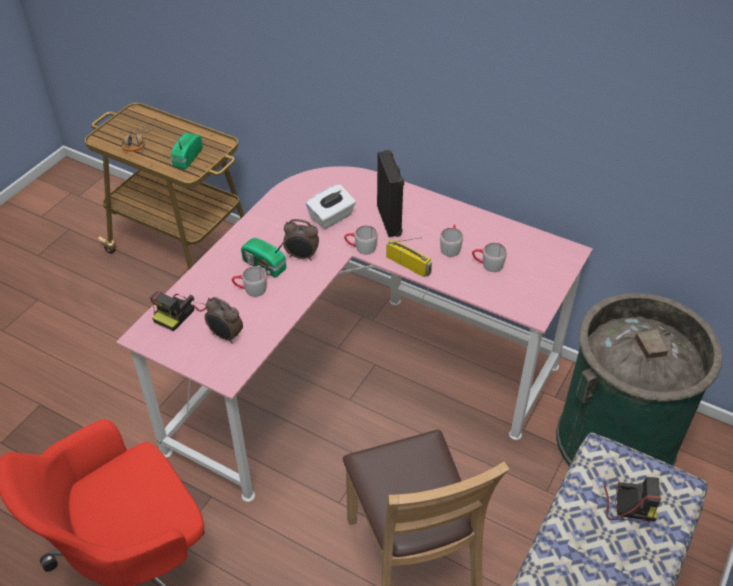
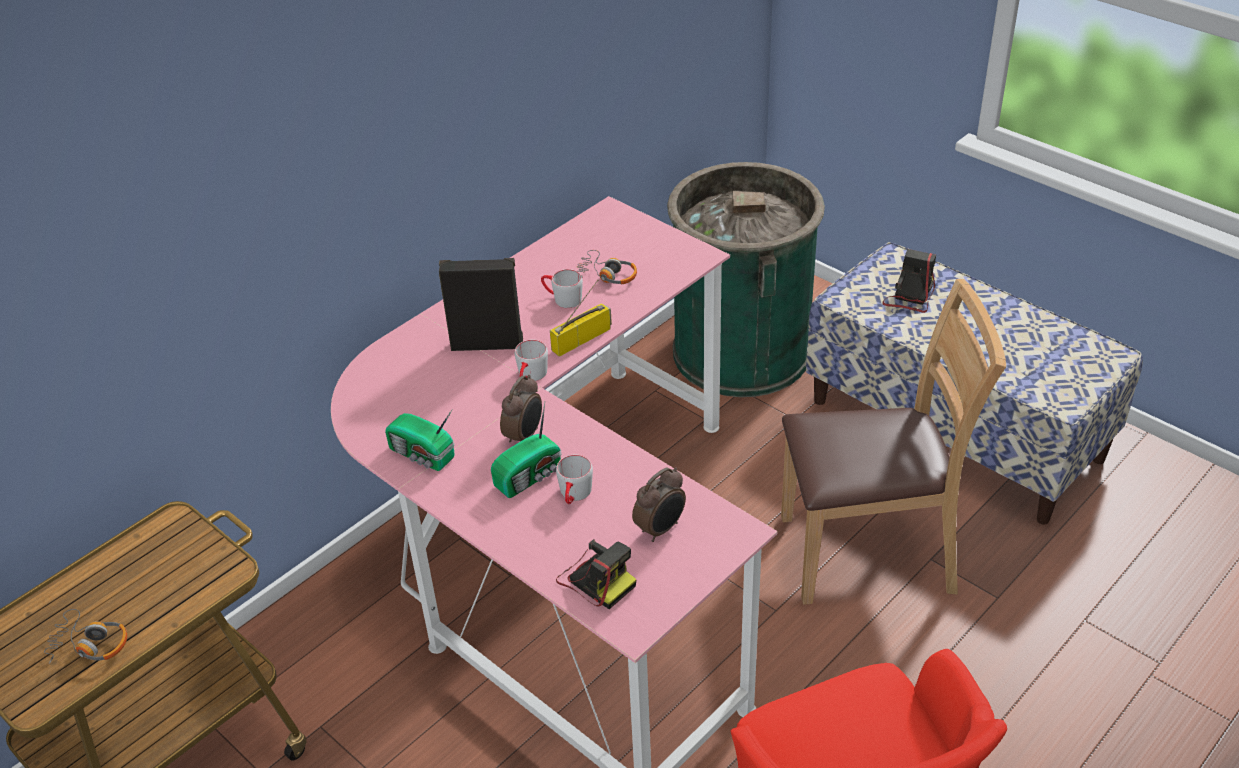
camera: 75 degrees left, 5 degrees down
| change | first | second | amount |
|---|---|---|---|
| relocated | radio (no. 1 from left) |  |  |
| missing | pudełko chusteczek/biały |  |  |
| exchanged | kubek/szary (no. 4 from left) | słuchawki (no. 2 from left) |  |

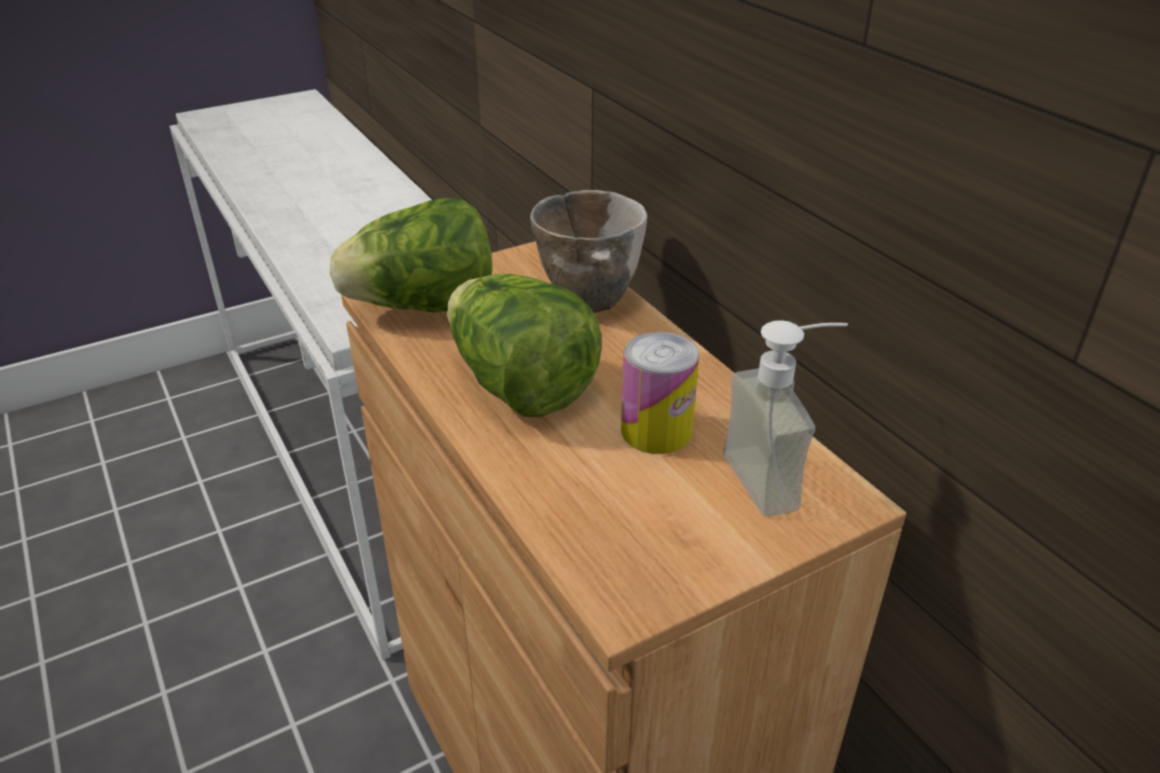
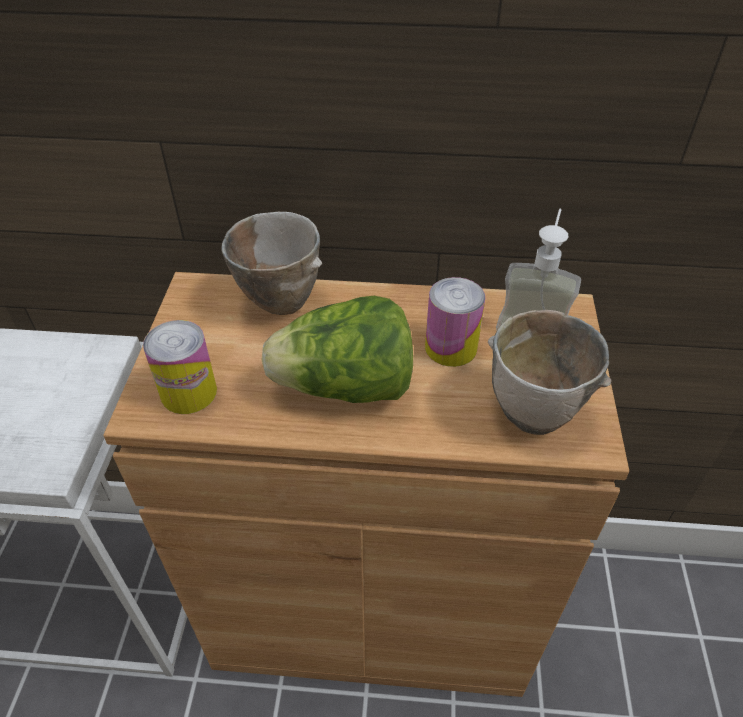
camera: 55 degrees left, 10 degrees up
| change | first | second | amount |
|---|---|---|---|
| exchanged | sałata (no. 1 from left) | puszka (no. 1 from left) |  |
| appeared |  | miska (no. 2 from left) |  |

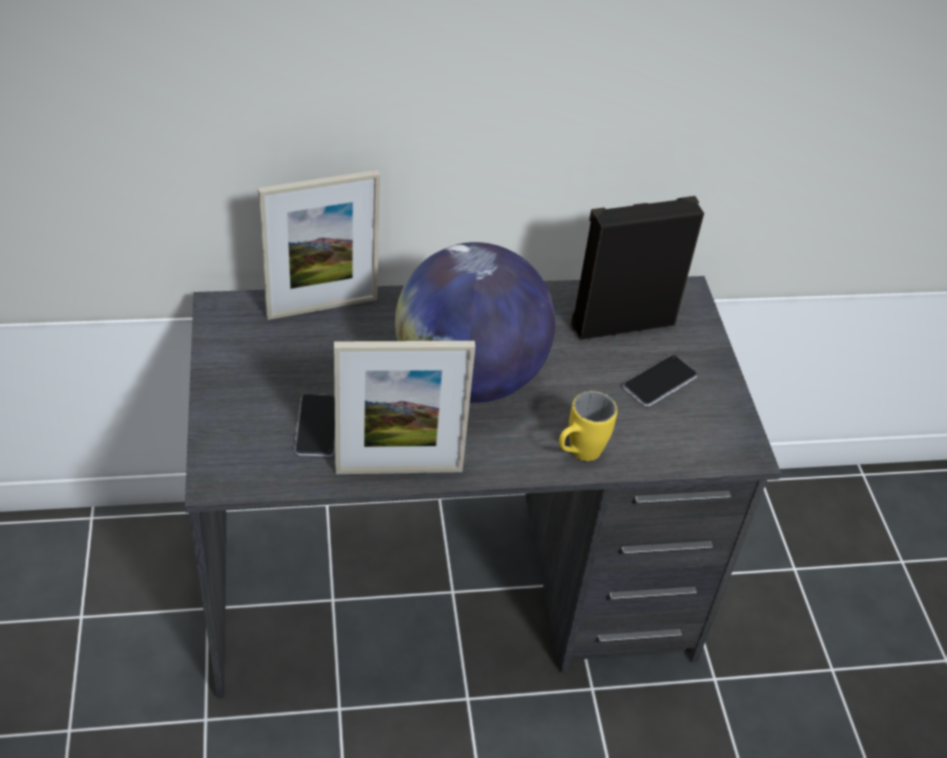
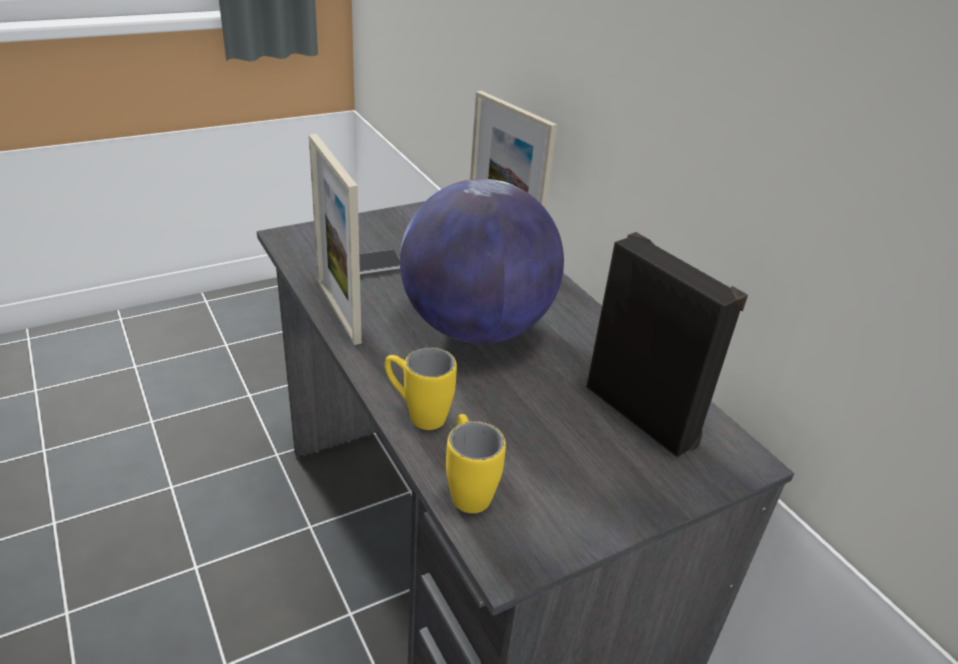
camera: 70 degrees right, 10 degrees down
| change | first | second | amount |
|---|---|---|---|
| missing | telefon (no. 2 from left) |  |  |
| appeared |  | kubek/żółty (no. 2 from left) |  |

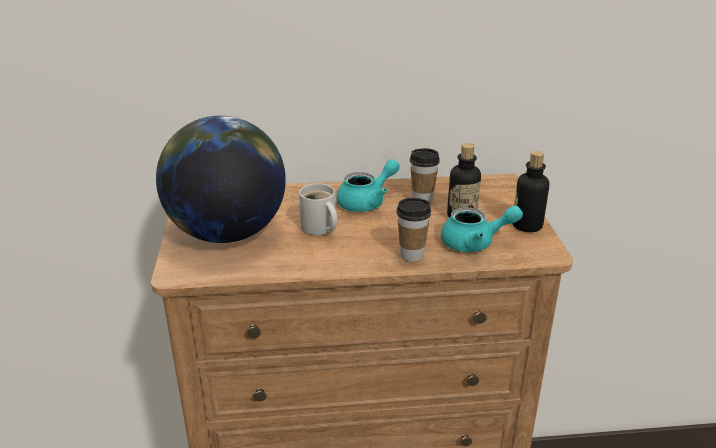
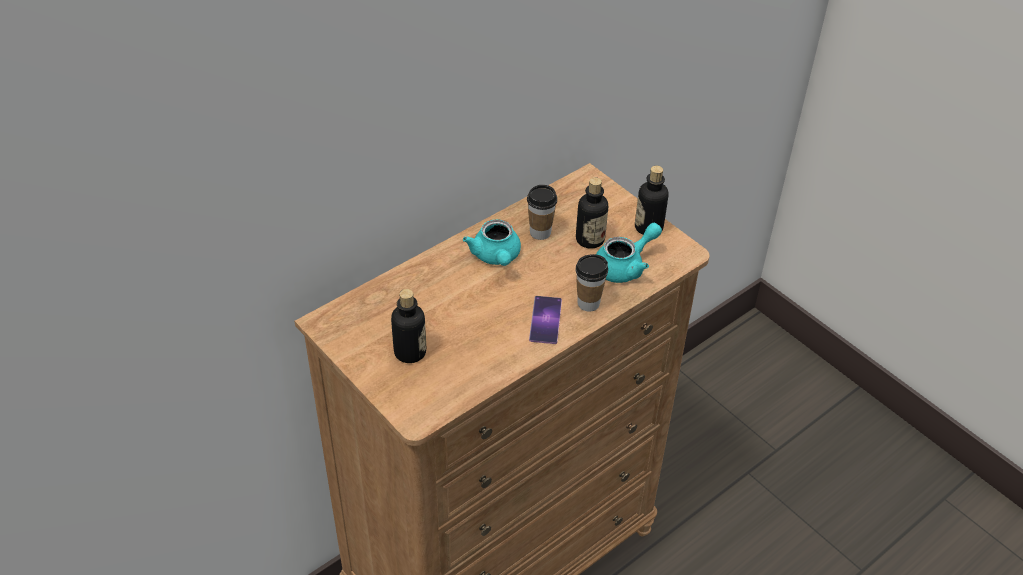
camera: 35 degrees left, 15 degrees up
| change | first | second | amount |
|---|---|---|---|
| exchanged | globus | butelka (no. 1 from left) |  |
| missing | kubek/biały |  |  |
| spun | imbryk/turkusowy (no. 1 from left) |  | 150 degrees clockwise |
| appeared |  | telefon |  |

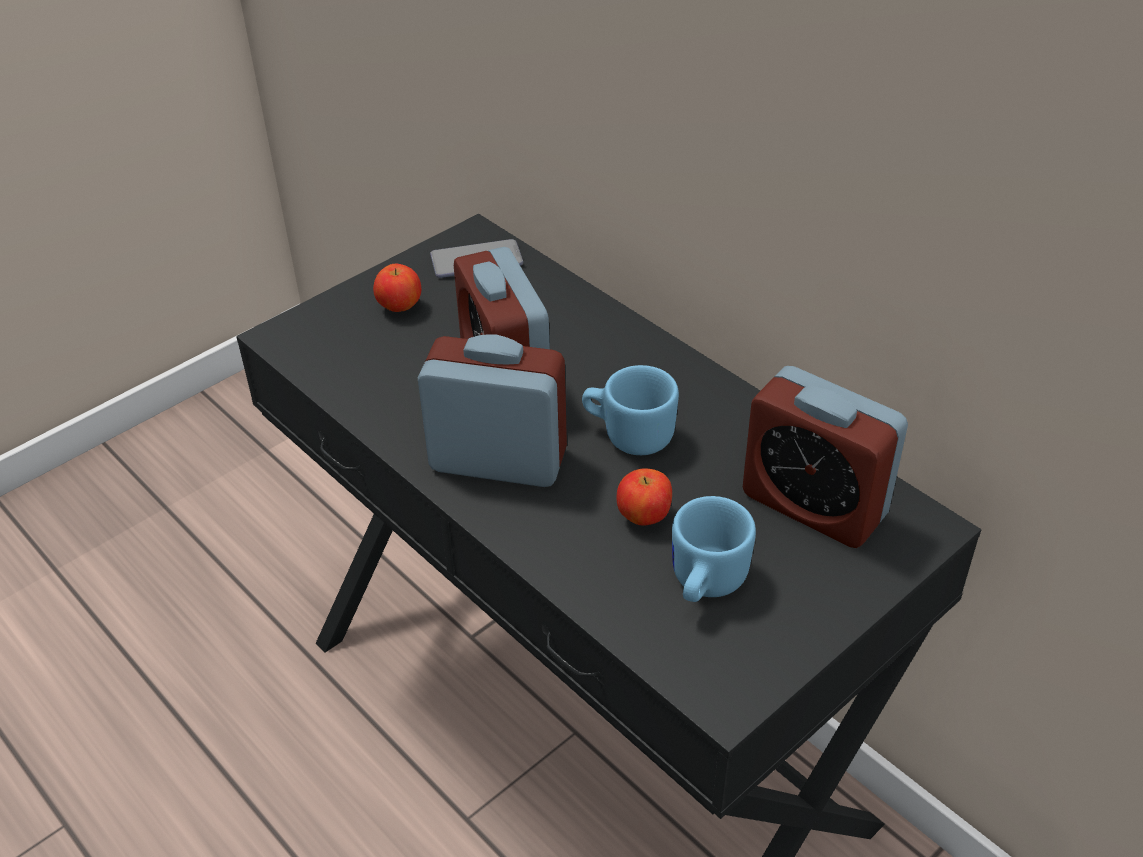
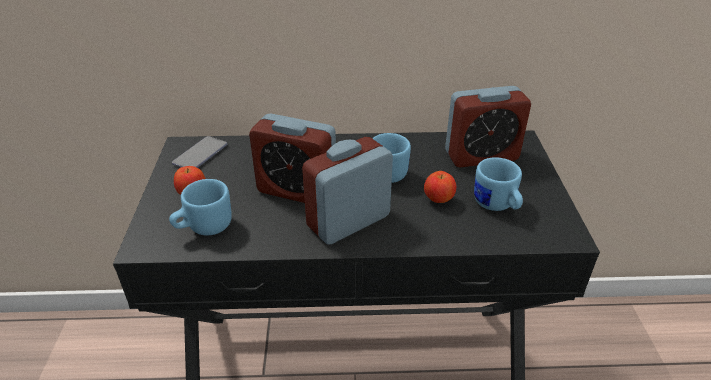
camera: 50 degrees left, 5 degrees down
| change | first | second | amount |
|---|---|---|---|
| appeared |  | kubek/niebieski (no. 1 from left) |  |

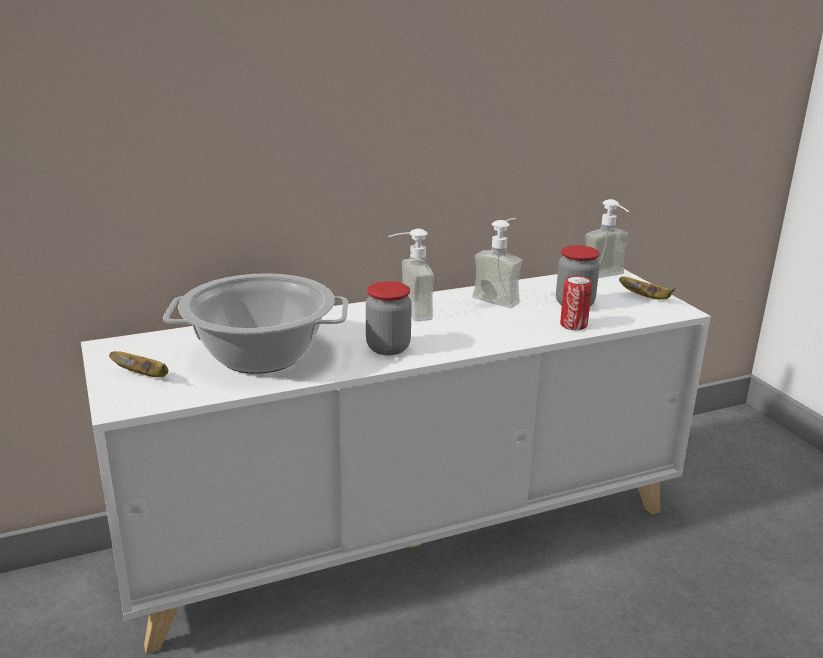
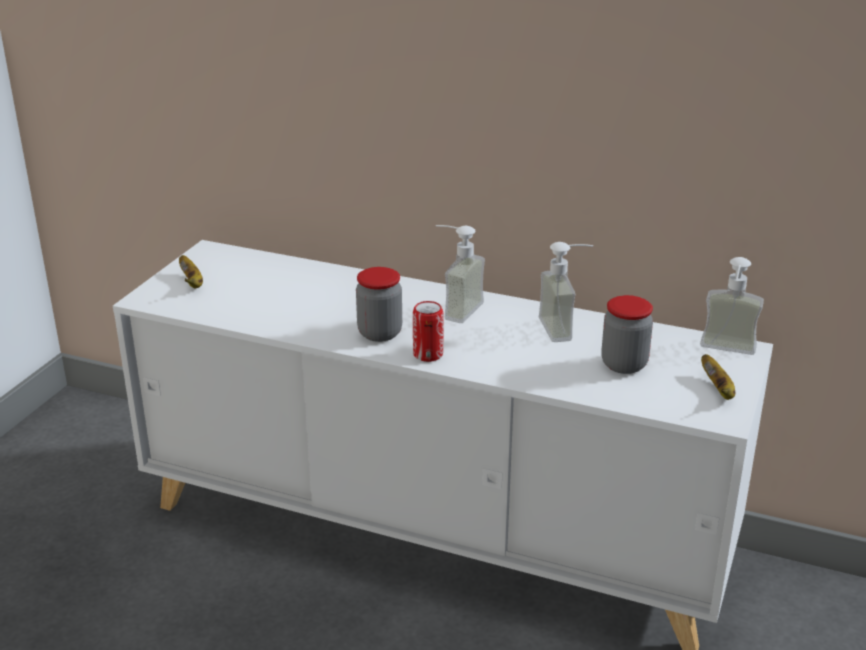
camera: 45 degrees right, 5 degrees up
| change | first | second | amount |
|---|---|---|---|
| missing | garnek |  |  |
| relocated | puszka |  |  |

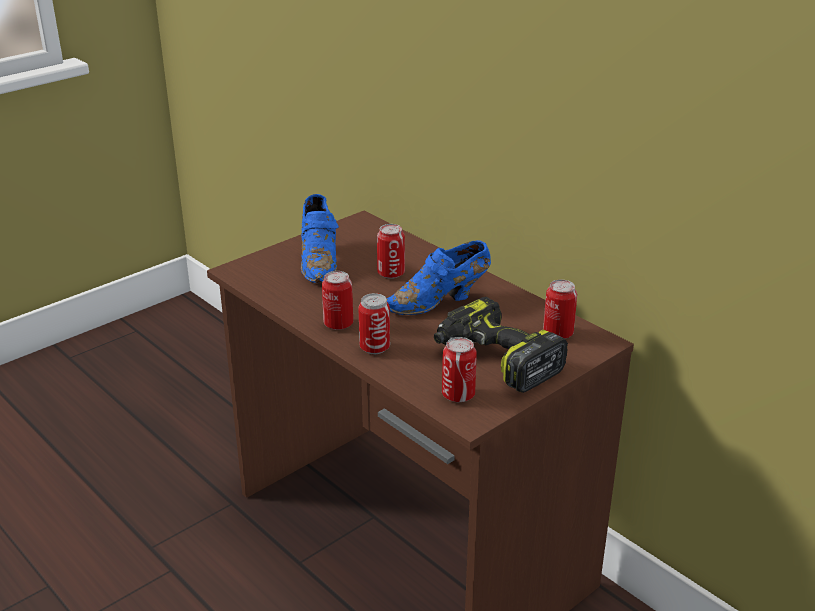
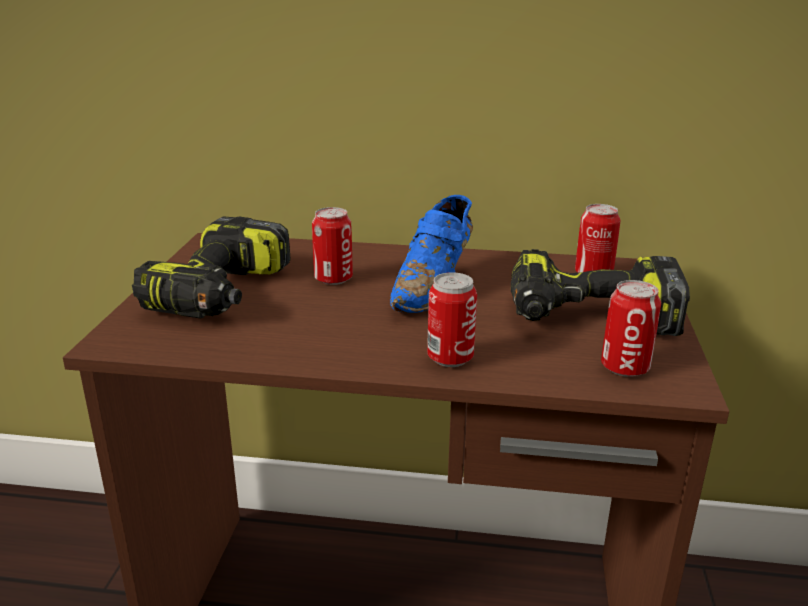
camera: 40 degrees left, 5 degrees down
| change | first | second | amount |
|---|---|---|---|
| exchanged | but/niebieski (no. 1 from left) | wiertarka (no. 1 from left) |  |
| missing | puszka (no. 1 from left) |  |  |

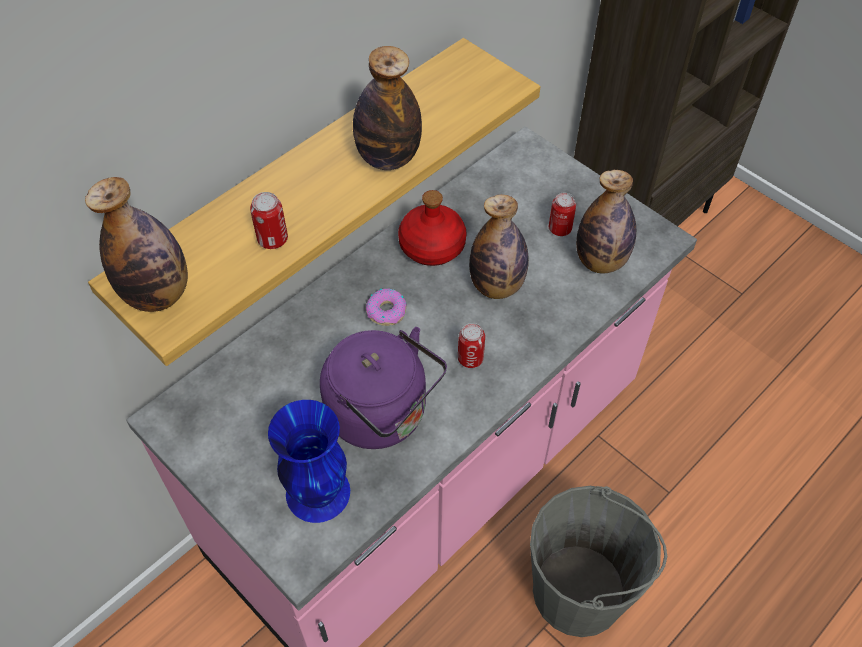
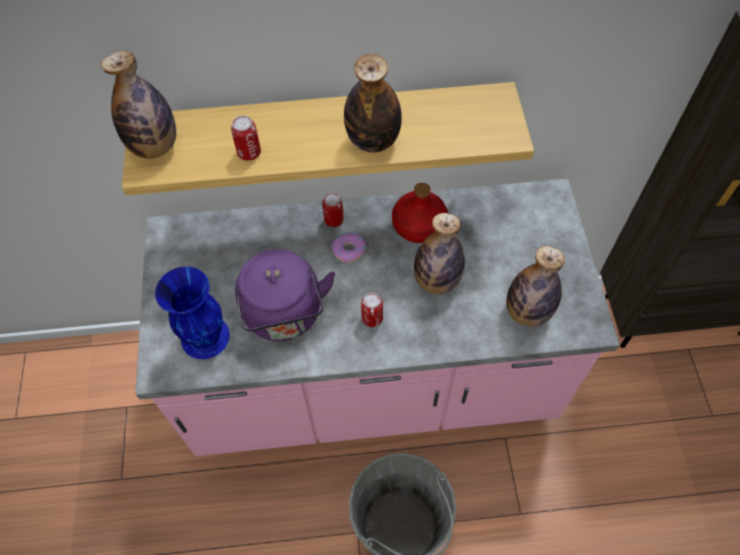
camera: 40 degrees right, 5 degrees up
| change | first | second | amount |
|---|---|---|---|
| relocated | puszka (no. 3 from left in the first image) | puszka (no. 2 from left) |  |

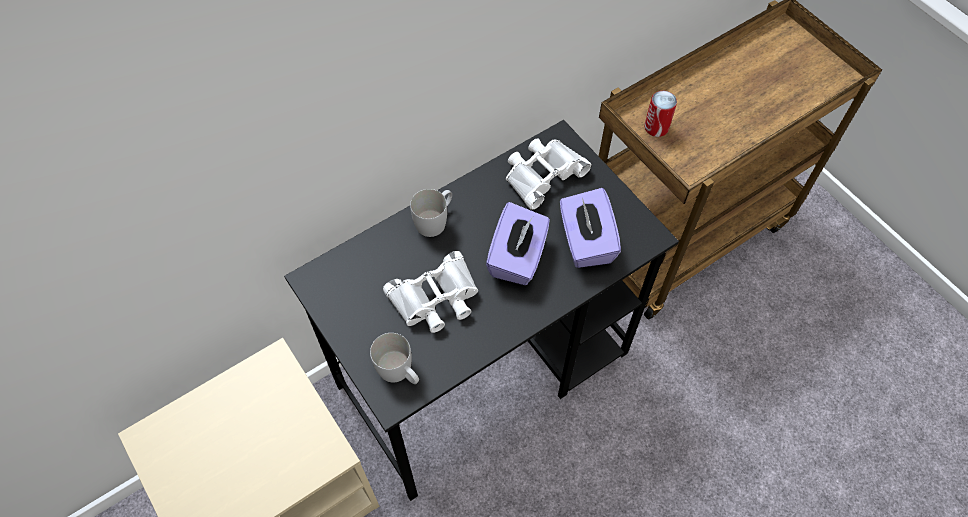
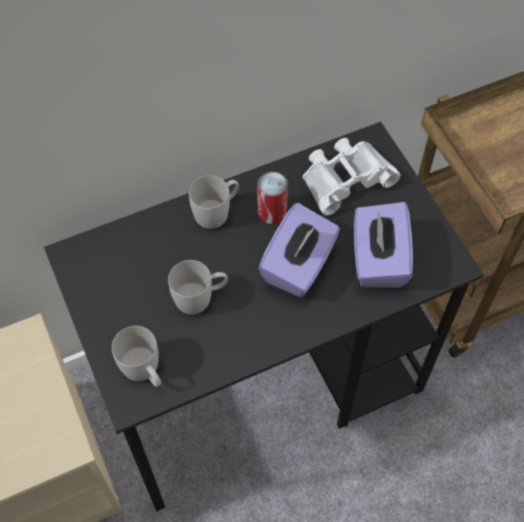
camera: 10 degrees right, 0 degrees up
| change | first | second | amount |
|---|---|---|---|
| exchanged | lornetka/biały (no. 1 from left) | kubek/biały (no. 2 from left) |  |
| relocated | puszka |  |  |

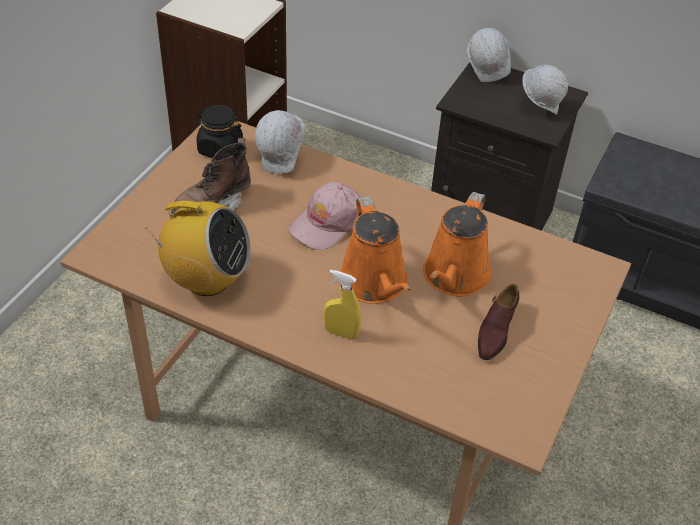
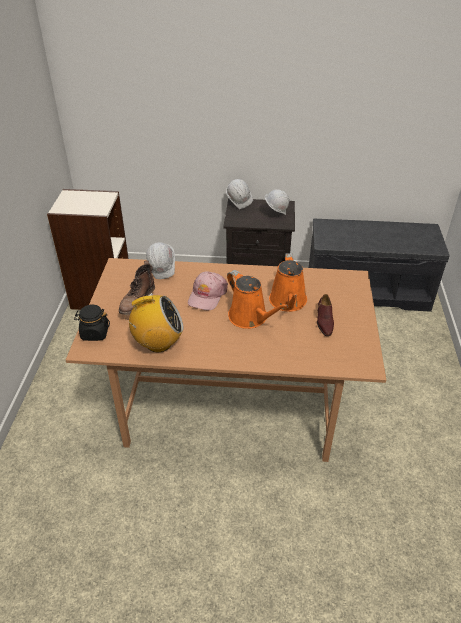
camera: 20 degrees left, 5 degrees down
| change | first | second | amount |
|---|---|---|---|
| relocated | słoik/czarny |  |  |
| missing | spryskiwacz/żółty |  |  |

